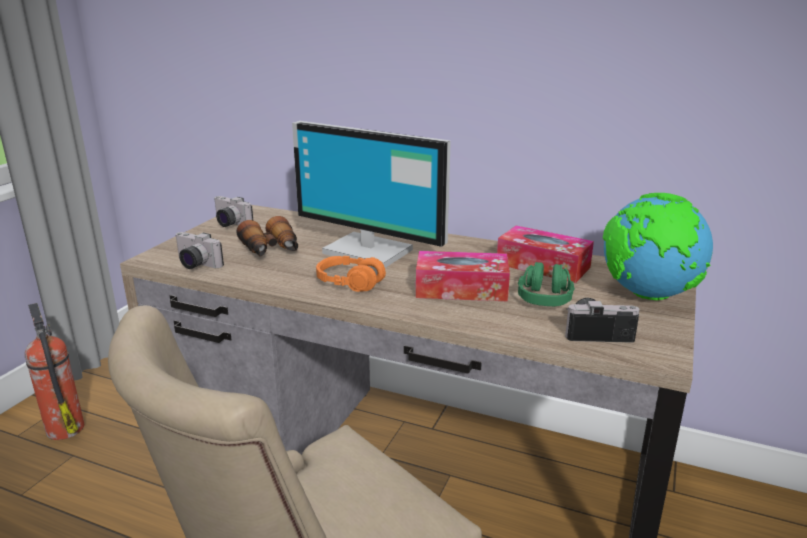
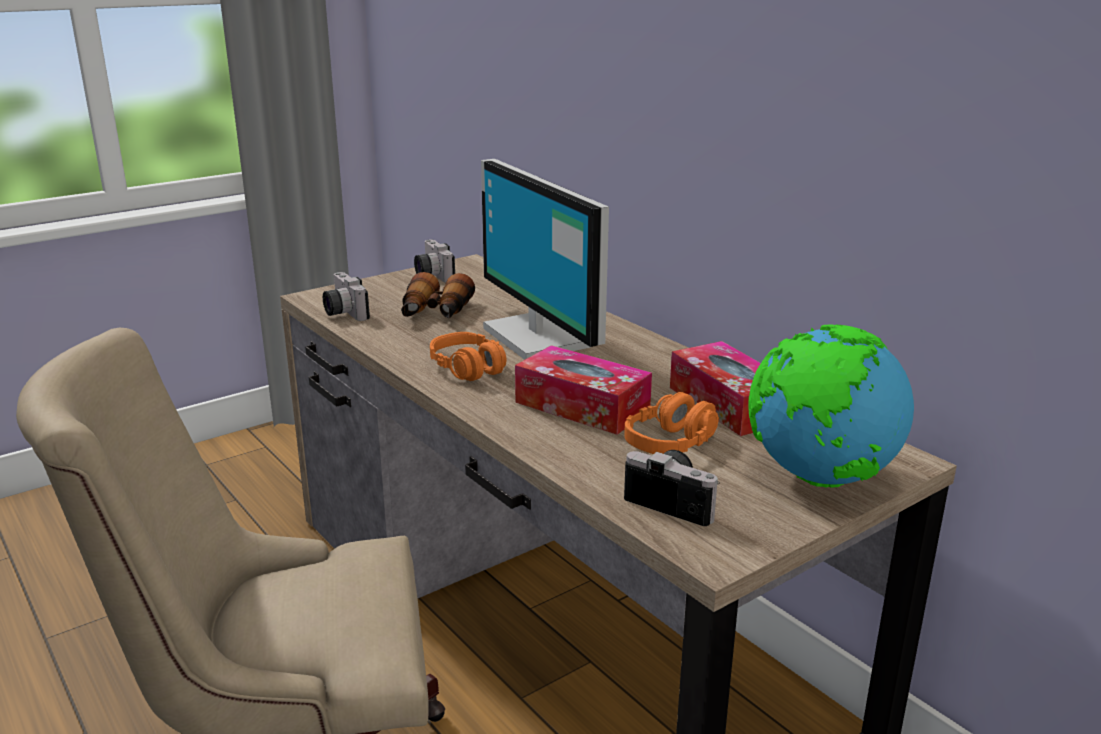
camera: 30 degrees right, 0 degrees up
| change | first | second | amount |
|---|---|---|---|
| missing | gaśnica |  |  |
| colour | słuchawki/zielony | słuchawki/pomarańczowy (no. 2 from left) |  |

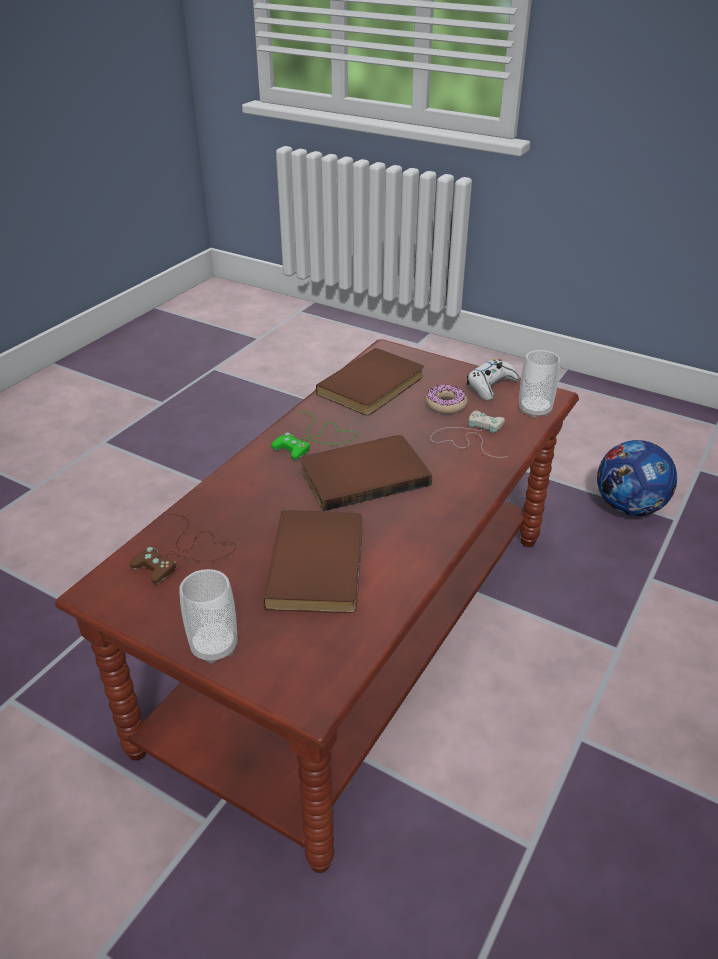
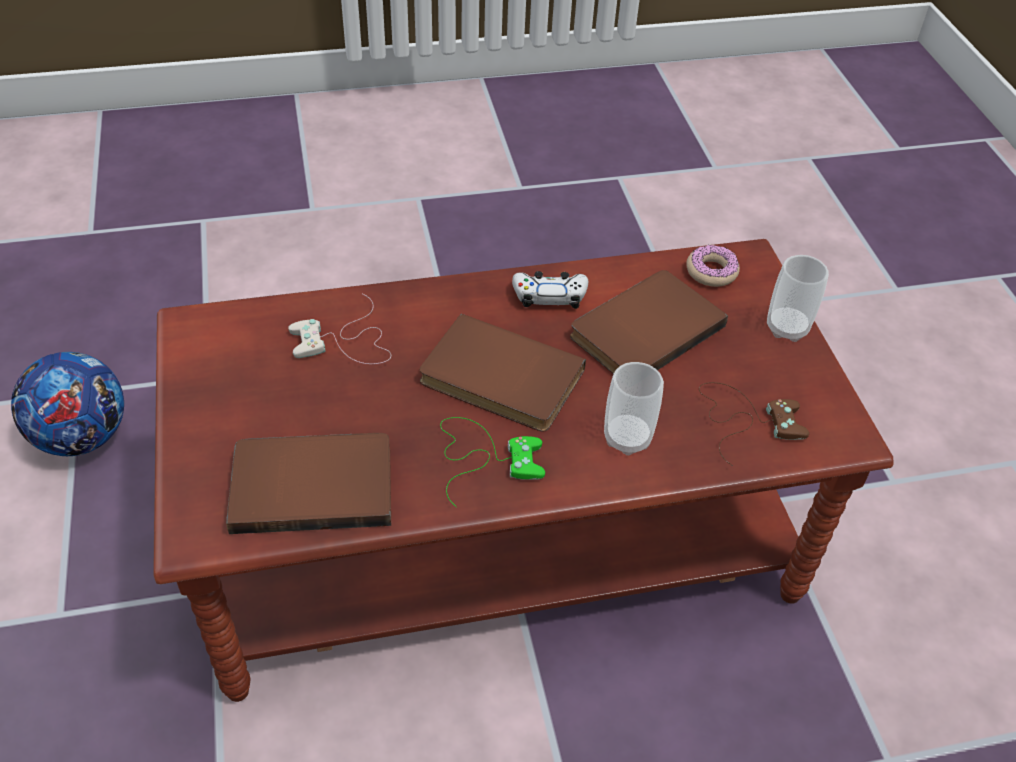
camera: 135 degrees left, 10 degrees up
| change | first | second | amount |
|---|---|---|---|
| relocated | donut |  |  |
| relocated | pad do gier/biały (no. 2 from left) |  |  |
| relocated | filiżanka (no. 2 from left in the first image) | filiżanka (no. 1 from left) |  |

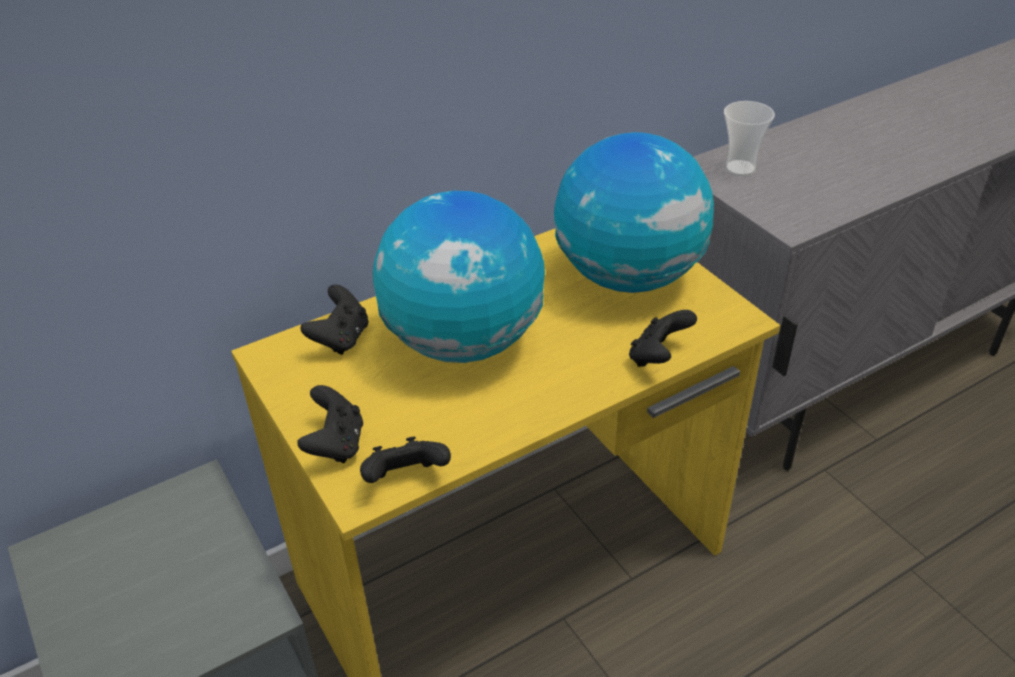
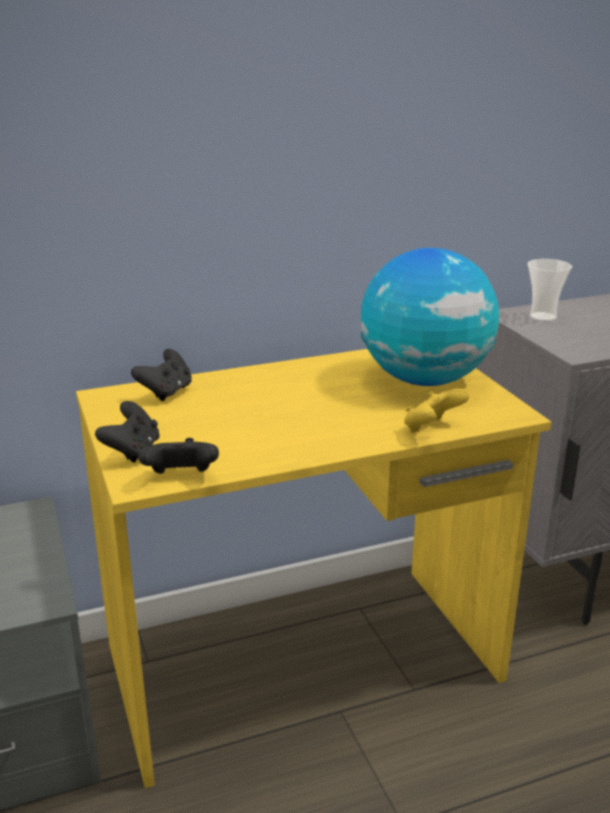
camera: 10 degrees right, 15 degrees down
| change | first | second | amount |
|---|---|---|---|
| missing | globus (no. 1 from left) |  |  |
| colour | pad do gier/czarny (no. 4 from left) | pad do gier/żółty |  |

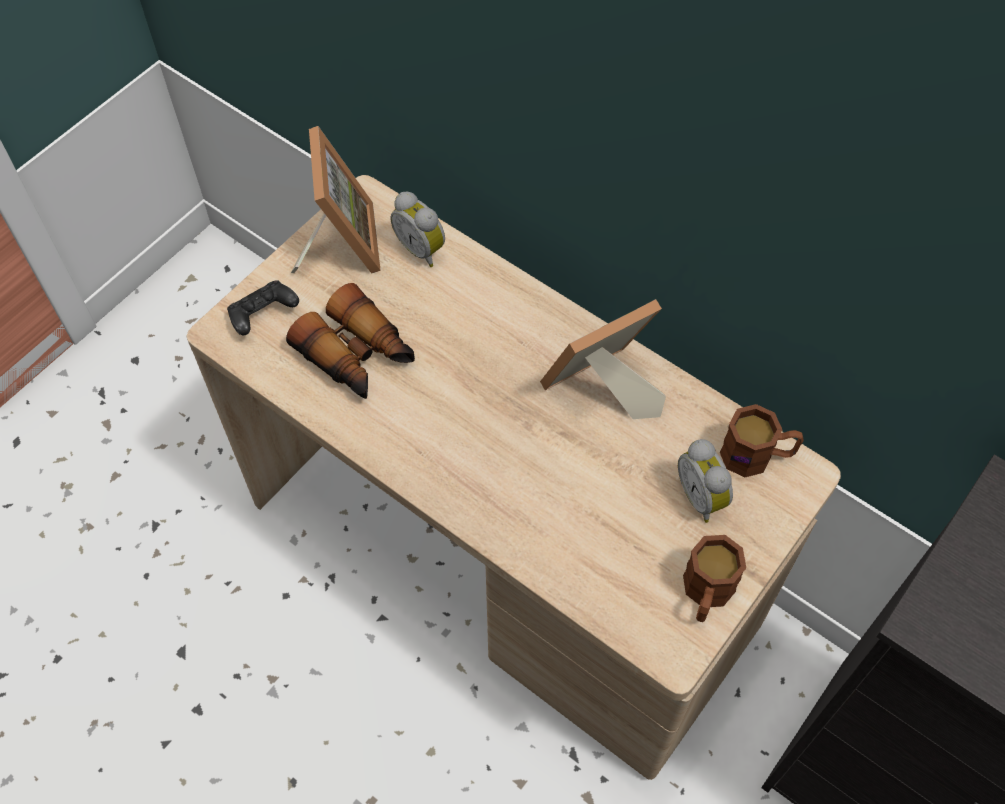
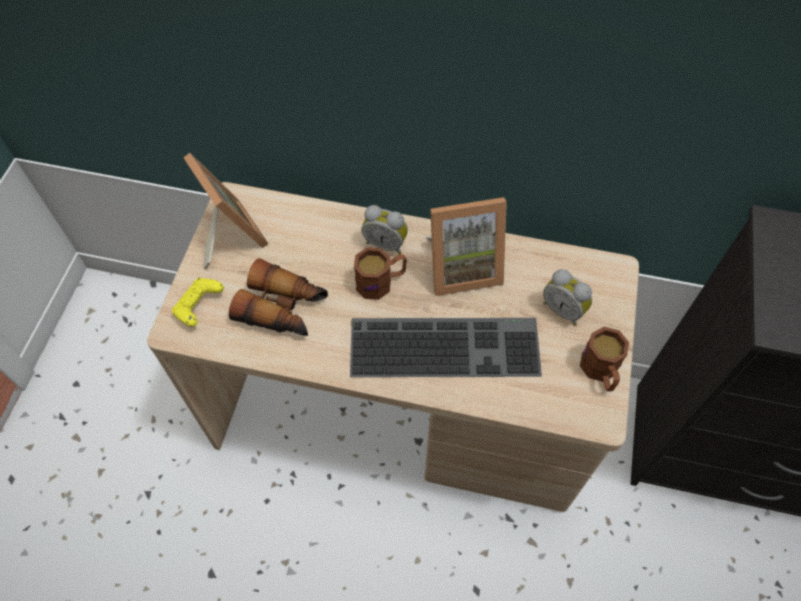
camera: 25 degrees left, 0 degrees up
| change | first | second | amount |
|---|---|---|---|
| colour | pad do gier/czarny | pad do gier/żółty |  |
| relocated | budzik (no. 1 from left) |  |  |
| spun | ramka na zdjęcie (no. 2 from left) |  | 135 degrees counterclockwise |
| relocated | kubek/brązowy (no. 2 from left in the first image) | kubek/brązowy (no. 1 from left) |  |
| appeared |  | klawiatura |  |

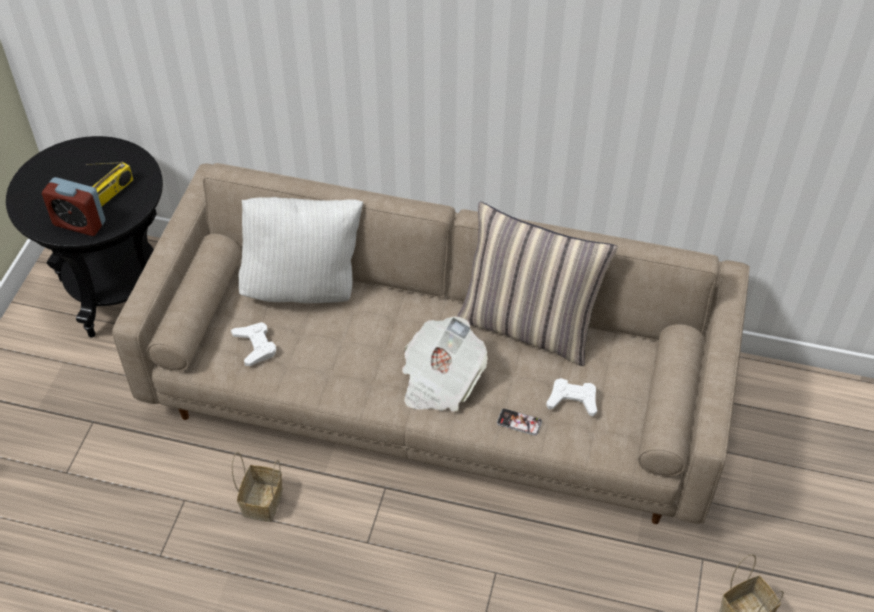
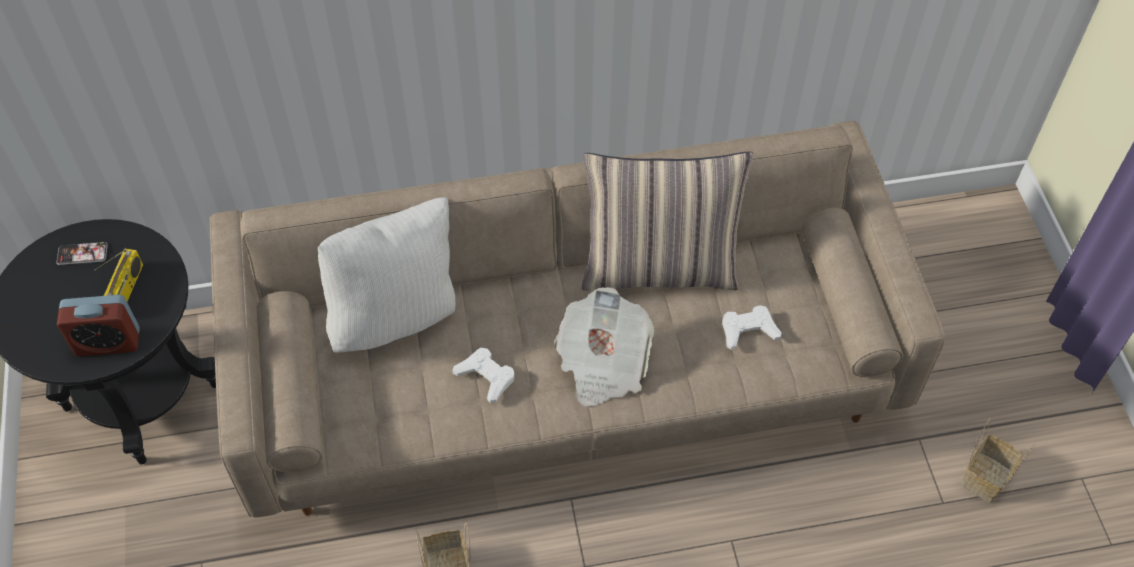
camera: 25 degrees left, 5 degrees up
| change | first | second | amount |
|---|---|---|---|
| relocated | pad do gier/biały (no. 1 from left) |  |  |
| relocated | telefon |  |  |

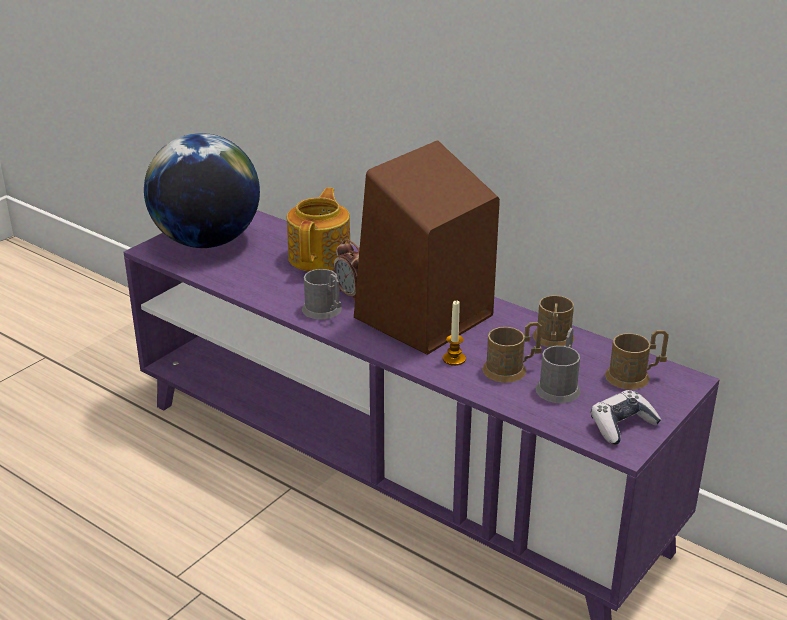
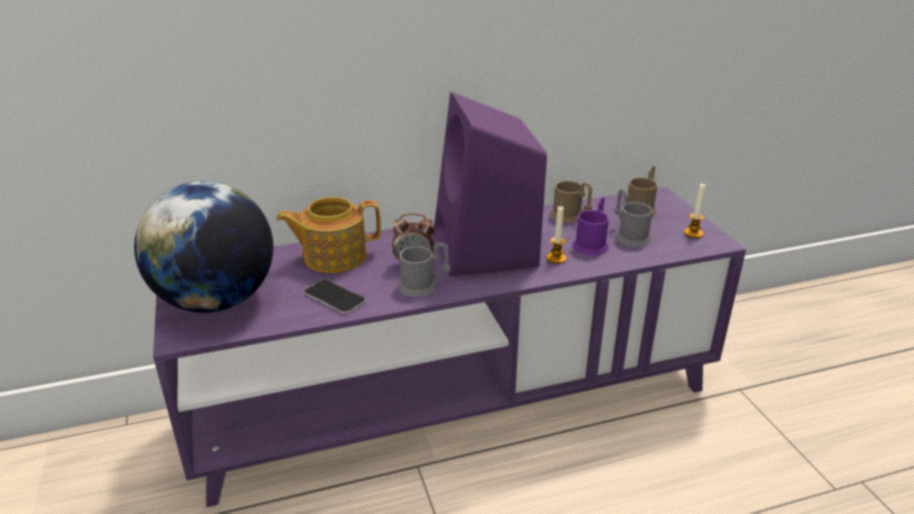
camera: 55 degrees left, 0 degrees up
| change | first | second | amount |
|---|---|---|---|
| spun | imbryk |  | 60 degrees counterclockwise |
| colour | głośnik/brązowy | głośnik/fioletowy |  |
| colour | kubek/brązowy (no. 1 from left) | kubek/fioletowy |  |
| exchanged | pad do gier | świeca (no. 2 from left) |  |
| appeared |  | telefon |  |

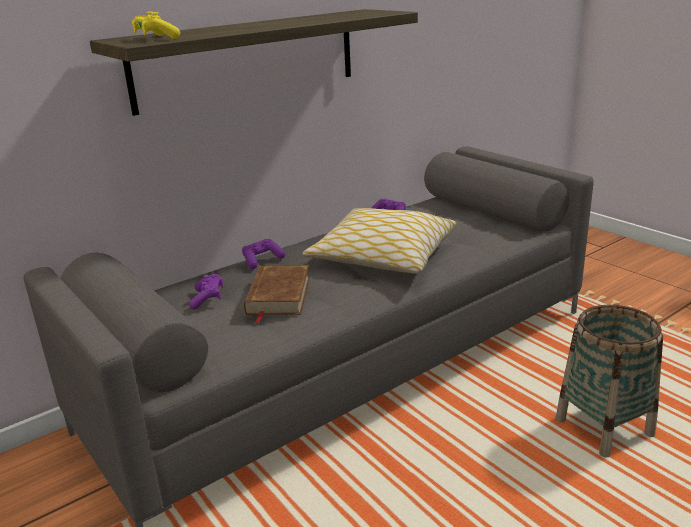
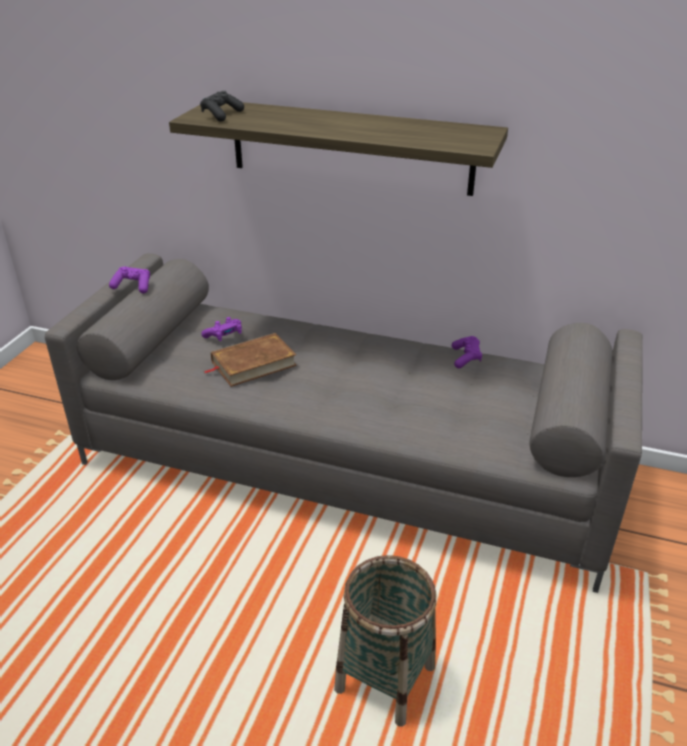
camera: 55 degrees right, 10 degrees up
| change | first | second | amount |
|---|---|---|---|
| colour | pad do gier/żółty | pad do gier/czarny |  |
| relocated | pad do gier/fioletowy (no. 2 from left in the first image) | pad do gier/fioletowy (no. 1 from left) |  |
| missing | poduszka |  |  |

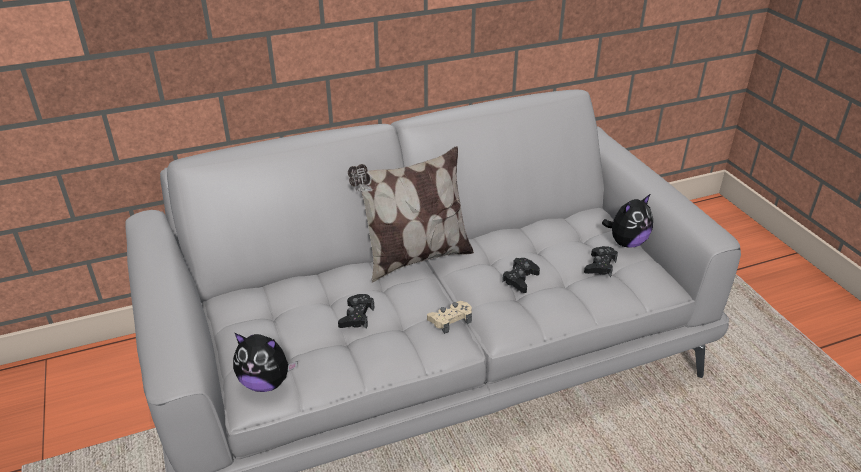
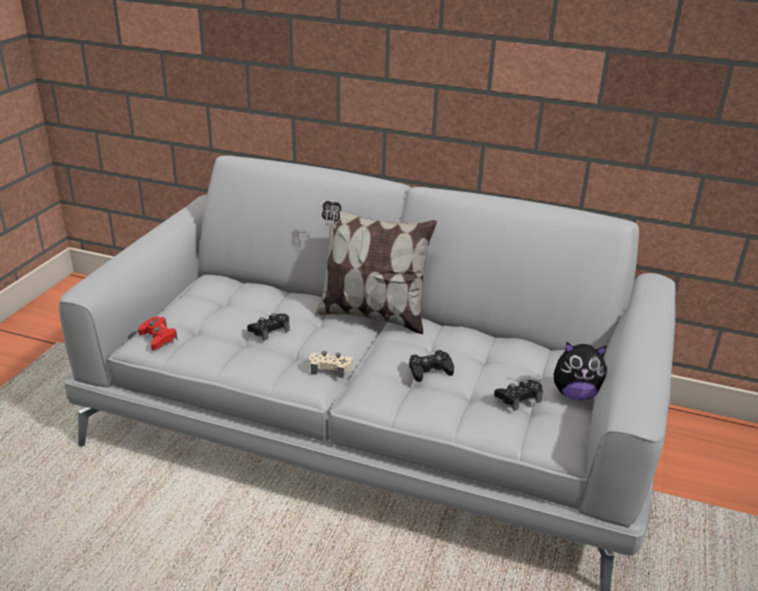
camera: 40 degrees right, 5 degrees down
| change | first | second | amount |
|---|---|---|---|
| exchanged | pluszak (no. 1 from left) | pad do gier/czerwony |  |

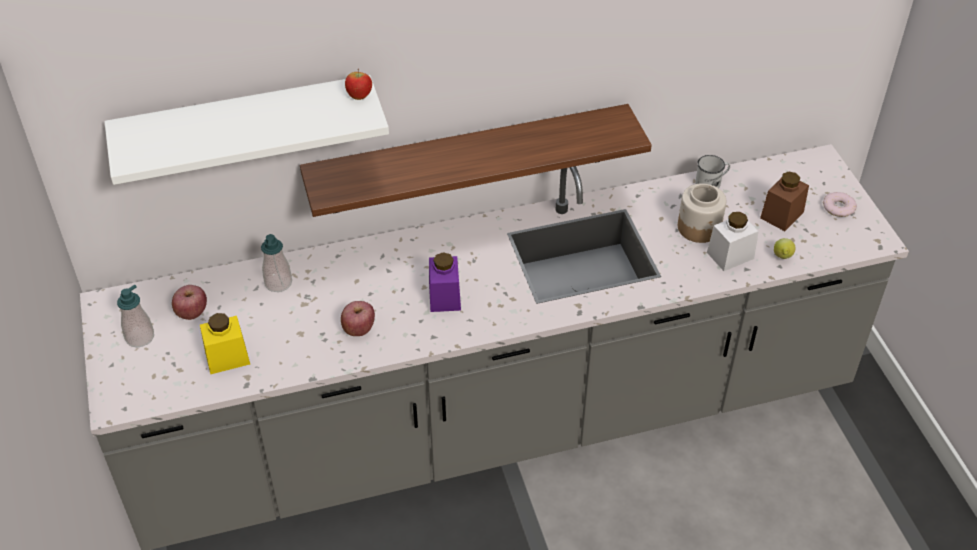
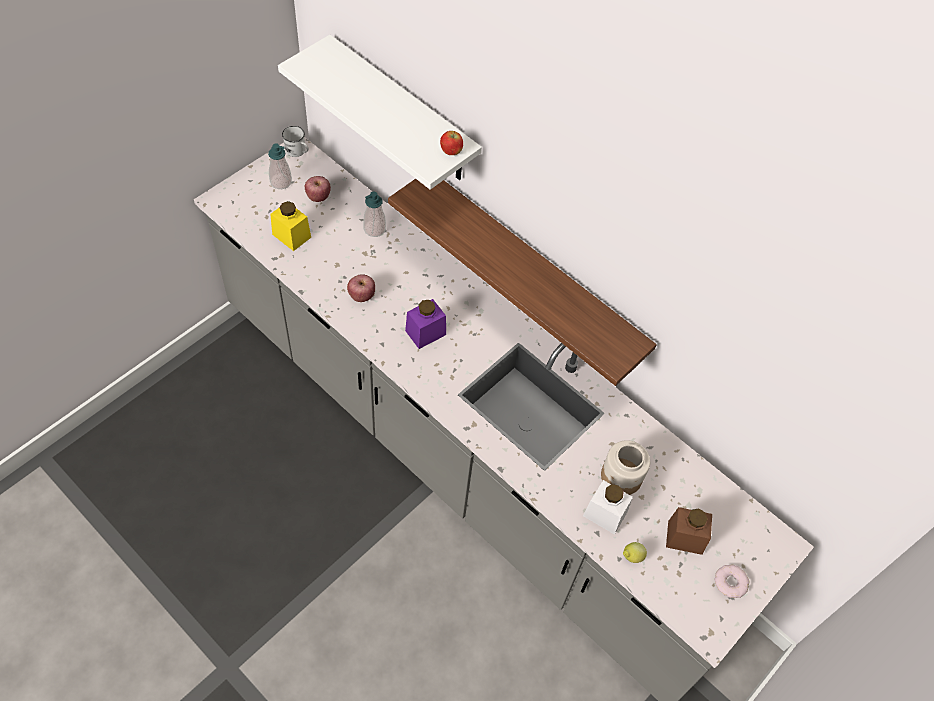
camera: 55 degrees right, 10 degrees up
| change | first | second | amount |
|---|---|---|---|
| relocated | kubek/biały |  |  |

